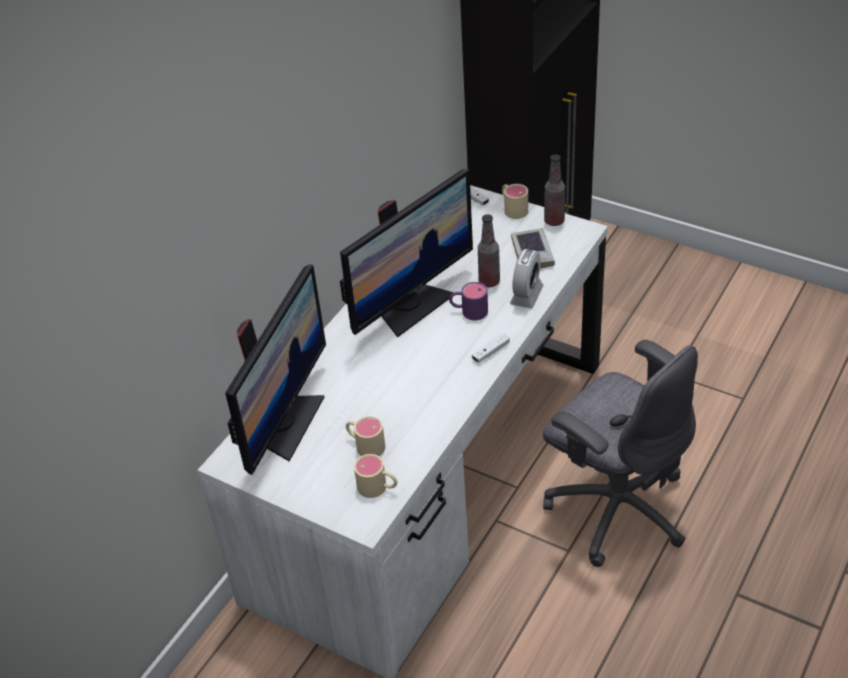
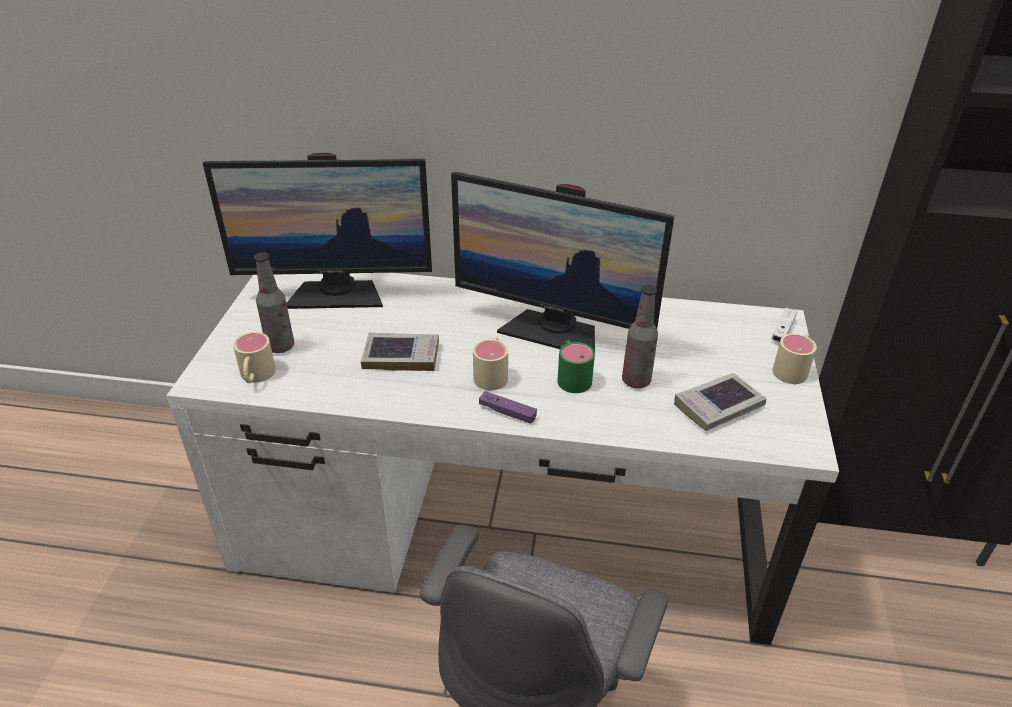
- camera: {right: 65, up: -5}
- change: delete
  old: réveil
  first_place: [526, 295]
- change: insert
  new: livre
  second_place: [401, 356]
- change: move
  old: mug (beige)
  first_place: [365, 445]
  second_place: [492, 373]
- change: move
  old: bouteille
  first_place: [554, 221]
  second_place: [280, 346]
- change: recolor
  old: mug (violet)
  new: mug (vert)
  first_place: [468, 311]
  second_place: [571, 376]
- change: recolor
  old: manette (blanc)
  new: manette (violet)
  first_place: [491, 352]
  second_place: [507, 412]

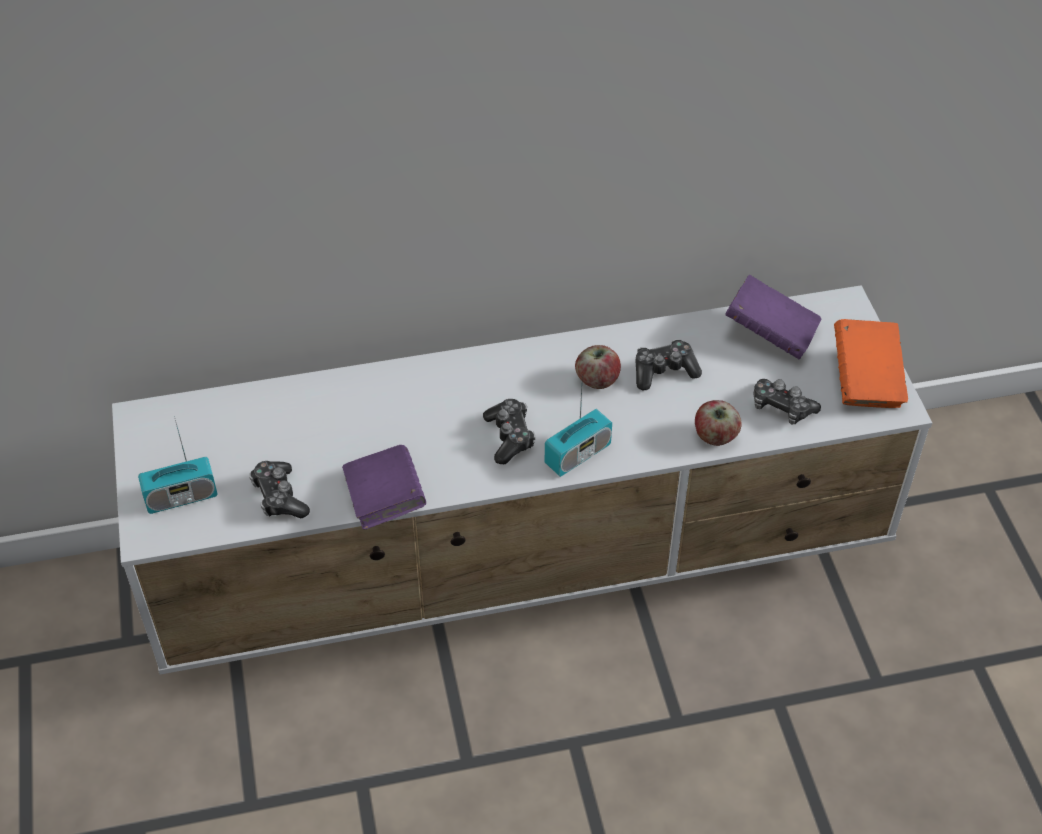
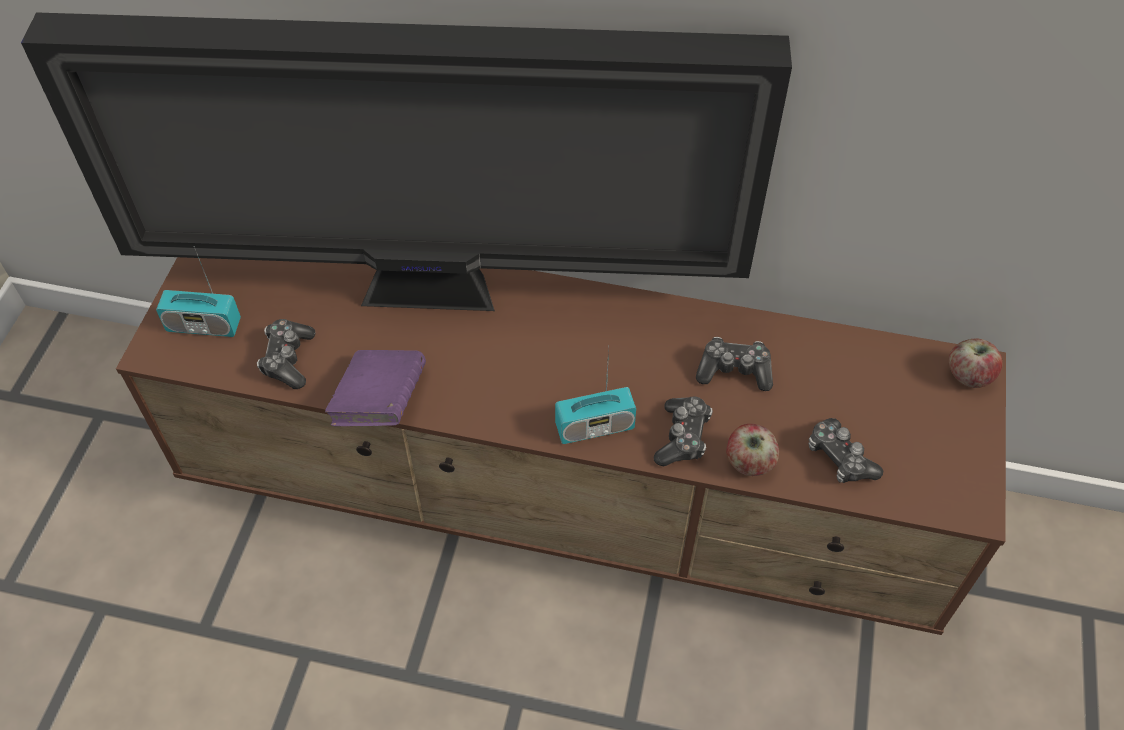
- camera: {right: 25, up: 5}
- change: delete
  old: livre (violet)
  first_place: [770, 334]
- change: delete
  old: livre (orange)
  first_place: [865, 380]
- change: insert
  new: téléviseur
  second_place: [439, 294]
- change: move
  old: manette
  first_place: [509, 437]
  second_place: [682, 437]
- change: move
  old: pomme
  first_place: [597, 380]
  second_place: [969, 375]
- change: recolor
  old: meuble télé (blanc)
  new: meuble télé (marron)
  first_place: [525, 564]
  second_place: [566, 501]

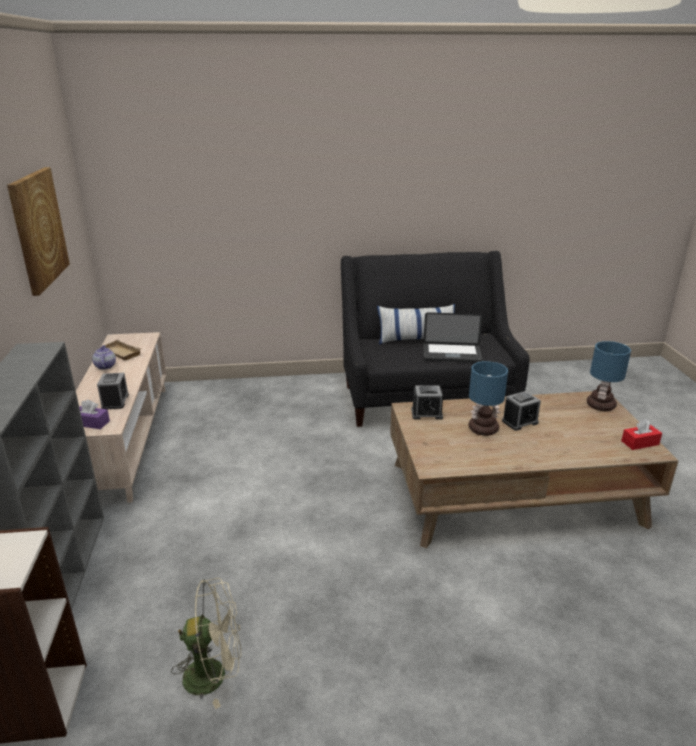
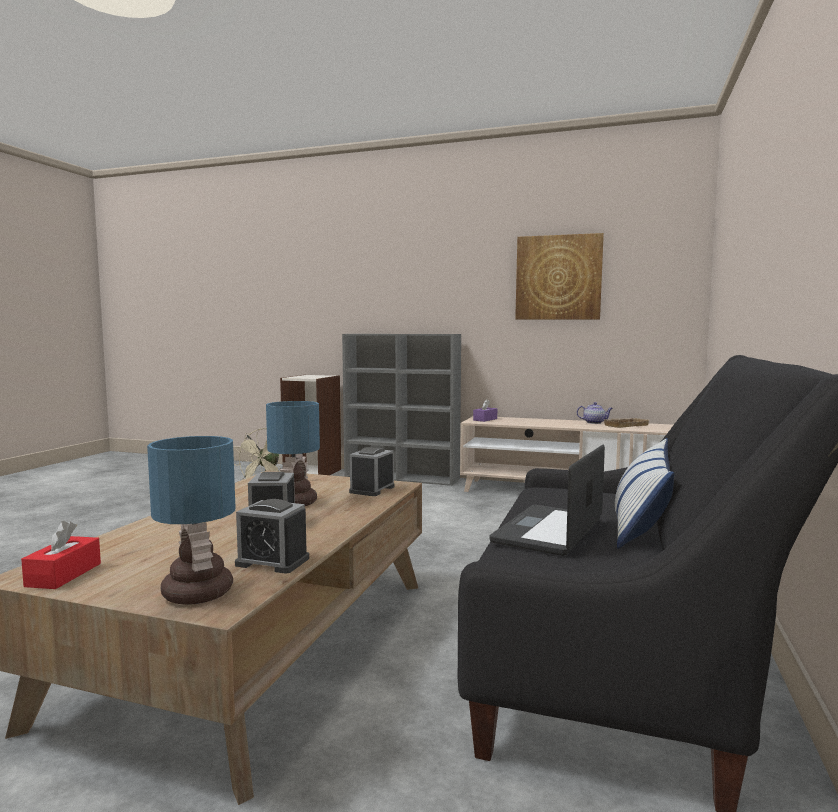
- camera: {right: 115, up: -20}
- change: move
  old: réveil
  first_place: [115, 401]
  second_place: [272, 561]

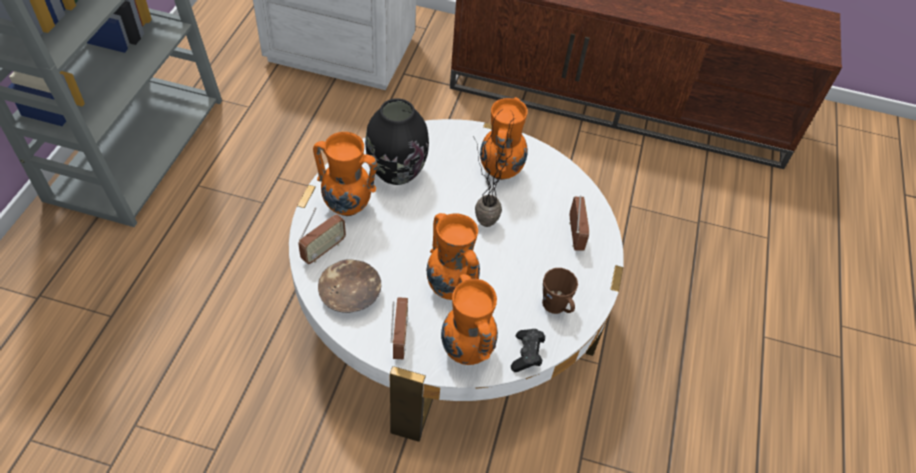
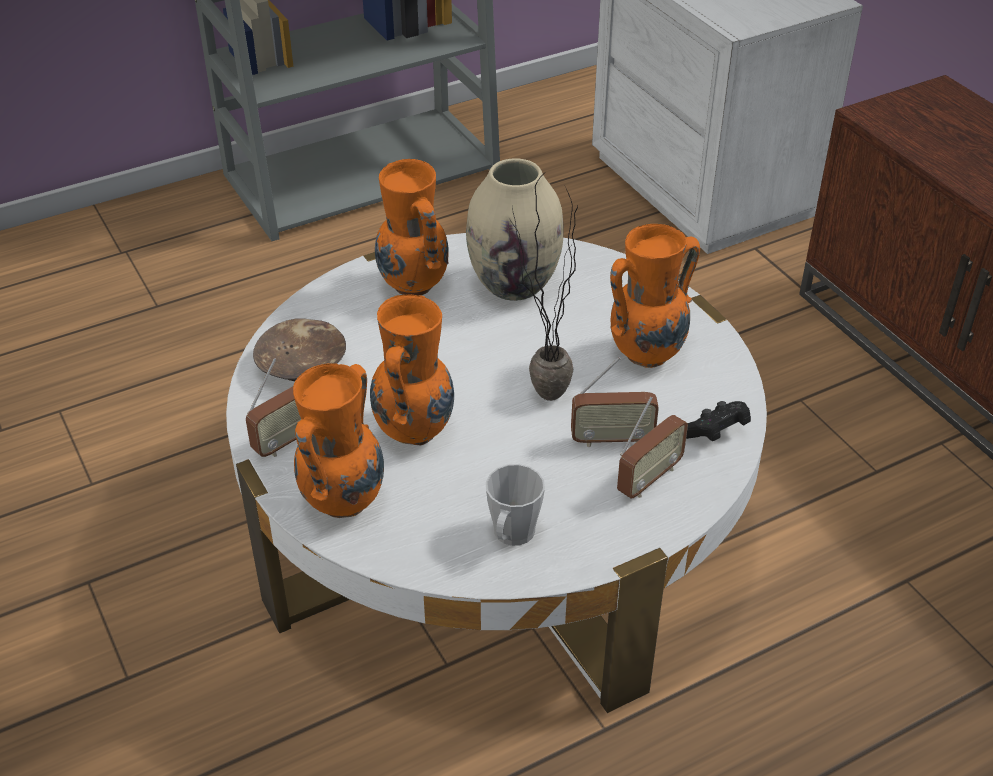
- camera: {right: 50, up: -10}
- change: move
  old: radio
  first_place: [323, 250]
  second_place: [612, 439]
- change: move
  old: manette (noir)
  first_place: [526, 355]
  second_place: [715, 432]
- change: recolor
  old: vase (noir)
  new: vase (beige)
  first_place: [396, 172]
  second_place: [514, 284]
- change: recolor
  old: mug (marron)
  new: mug (gris)
  first_place: [557, 307]
  second_place: [511, 536]

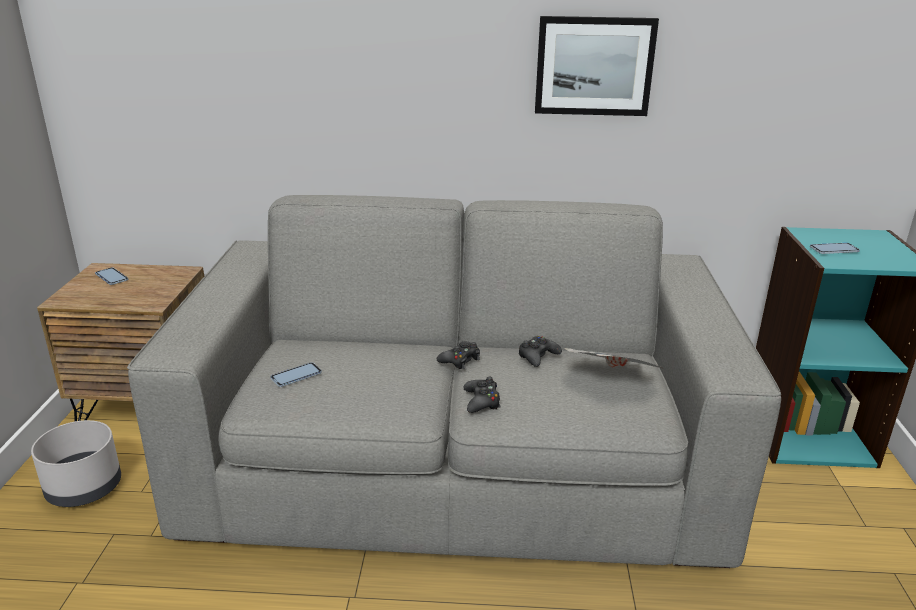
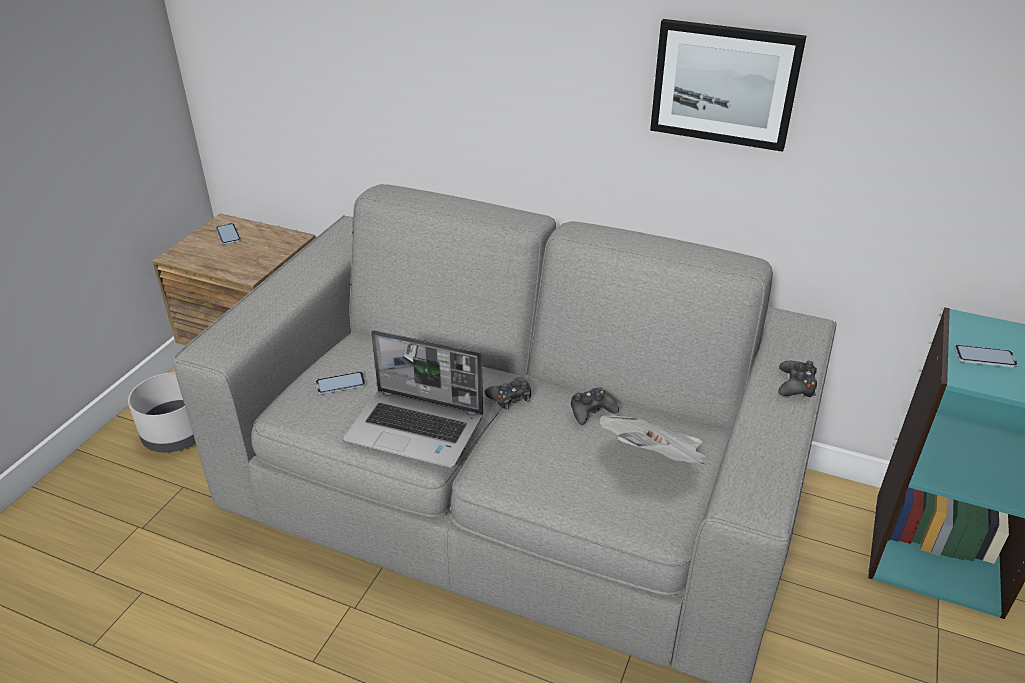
- camera: {right: 20, up: 10}
- change: insert
  new: ordinateur portable
  second_place: [417, 429]
- change: move
  old: manette (noir)
  first_place: [482, 401]
  second_place: [796, 385]

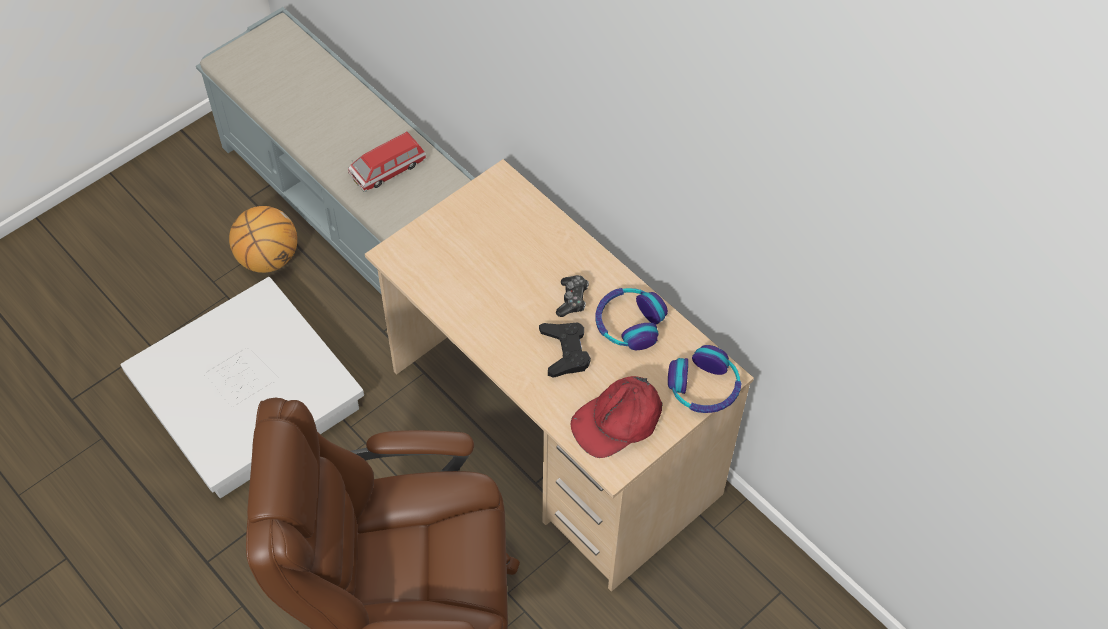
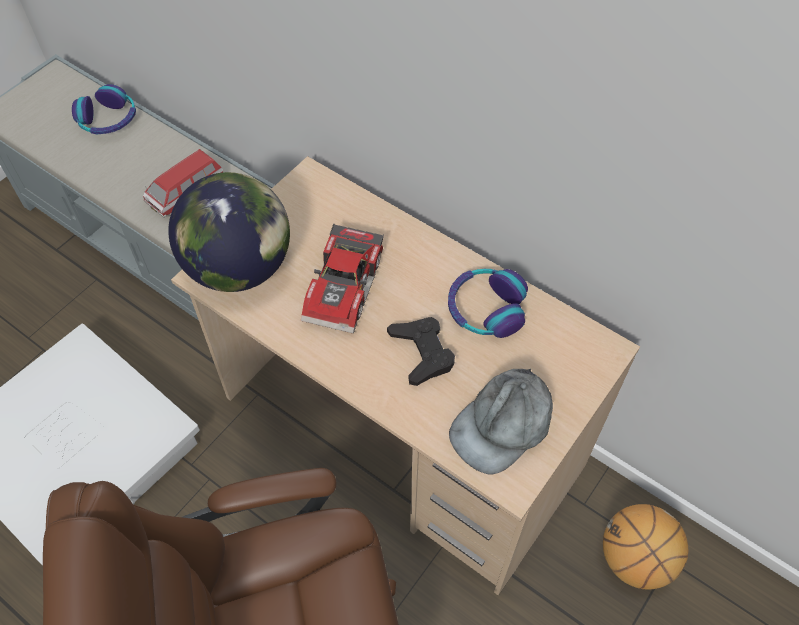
- camera: {right: -10, up: 0}
- change: delete
  old: manette
  first_place: [572, 299]
- change: insert
  new: globe
  second_place: [240, 268]
- change: insert
  new: petite voiture
  second_place: [347, 287]
- change: move
  old: ballon de basket
  first_place: [268, 259]
  second_place: [635, 559]
- change: move
  old: casque audio
  first_place: [704, 388]
  second_place: [108, 120]
- change: recolor
  old: casquette (rouge)
  new: casquette (gris)
  first_place: [618, 421]
  second_place: [502, 424]

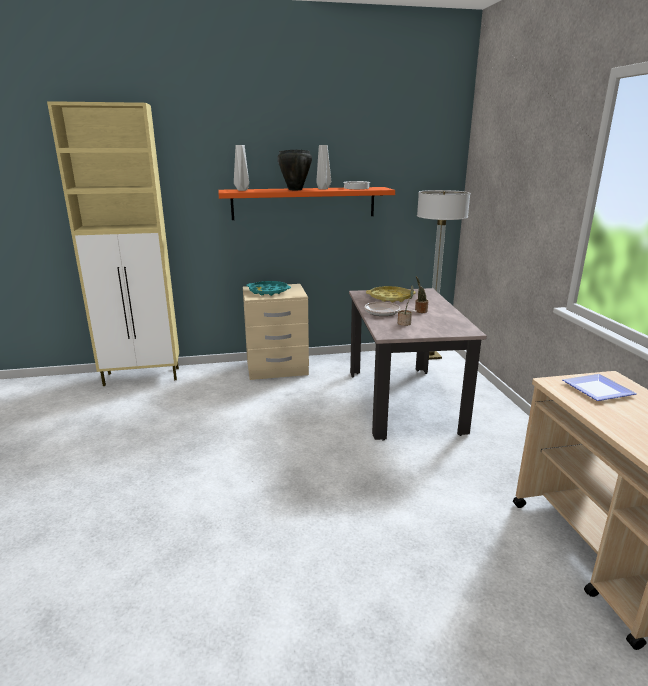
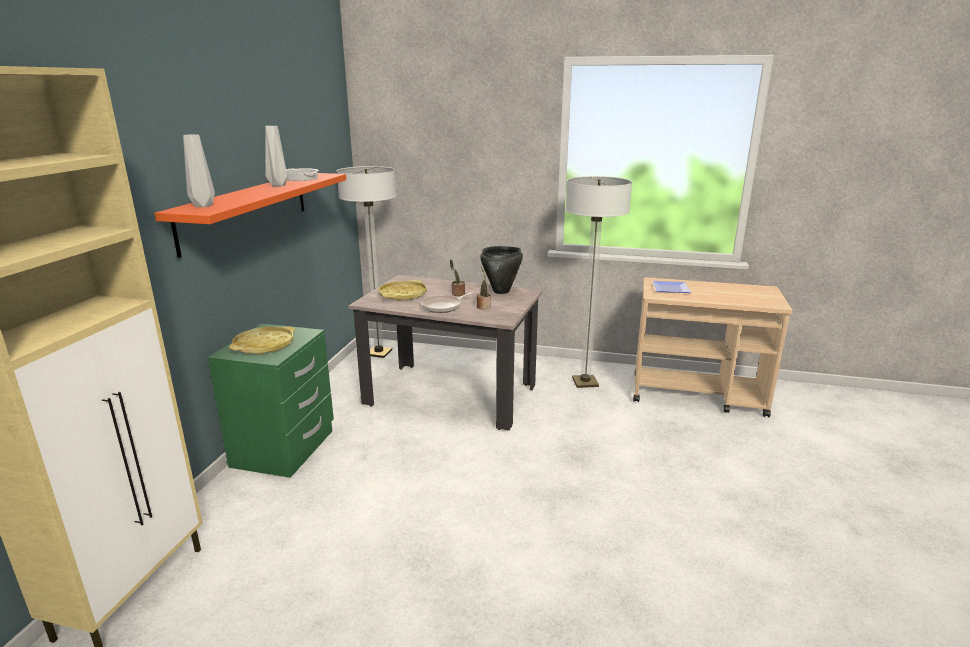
- camera: {right: -65, up: 0}
- change: insert
  new: lampadaire
  second_place: [585, 382]
- change: move
  old: marmite (noir)
  first_place: [295, 189]
  second_place: [501, 291]
- change: recolor
  old: table de chevet (beige)
  new: table de chevet (vert)
  first_place: [277, 368]
  second_place: [285, 449]
- change: recolor
  old: plateau (turquoise)
  new: plateau (jaune)
  first_place: [268, 291]
  second_place: [264, 345]

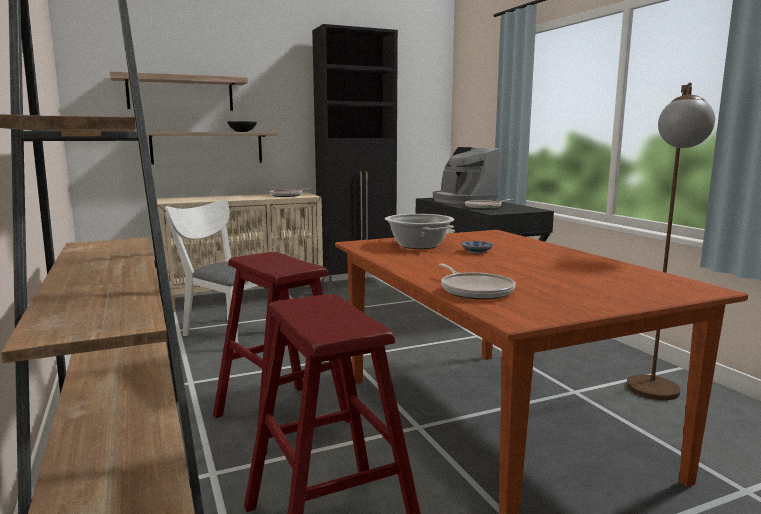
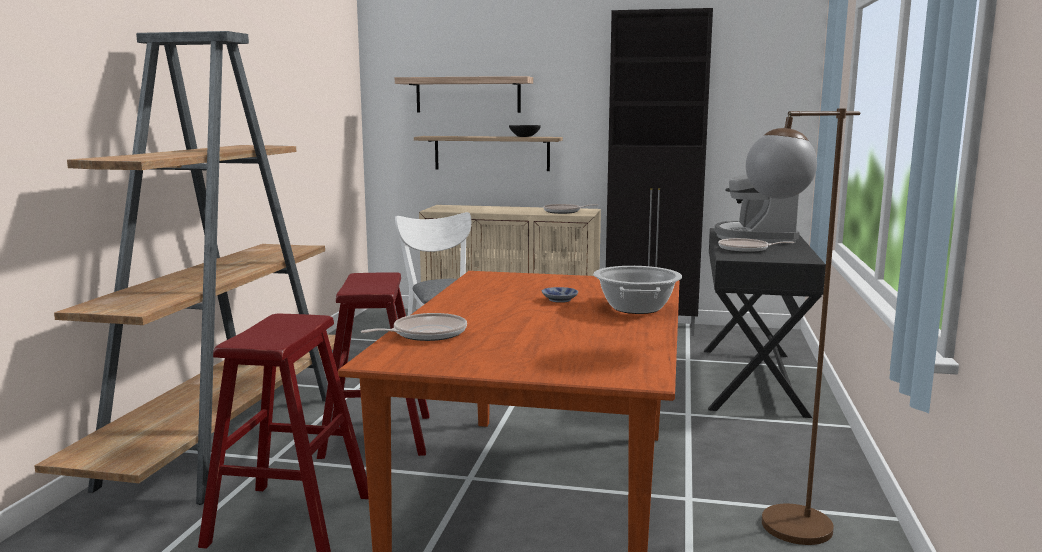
- camera: {right: 35, up: 0}
- change: move
  old: marmite
  first_place: [419, 245]
  second_place: [636, 308]
- change: rotate
  old: poêle
  first_place: [475, 290]
  second_place: [426, 334]
  degrees: -135

